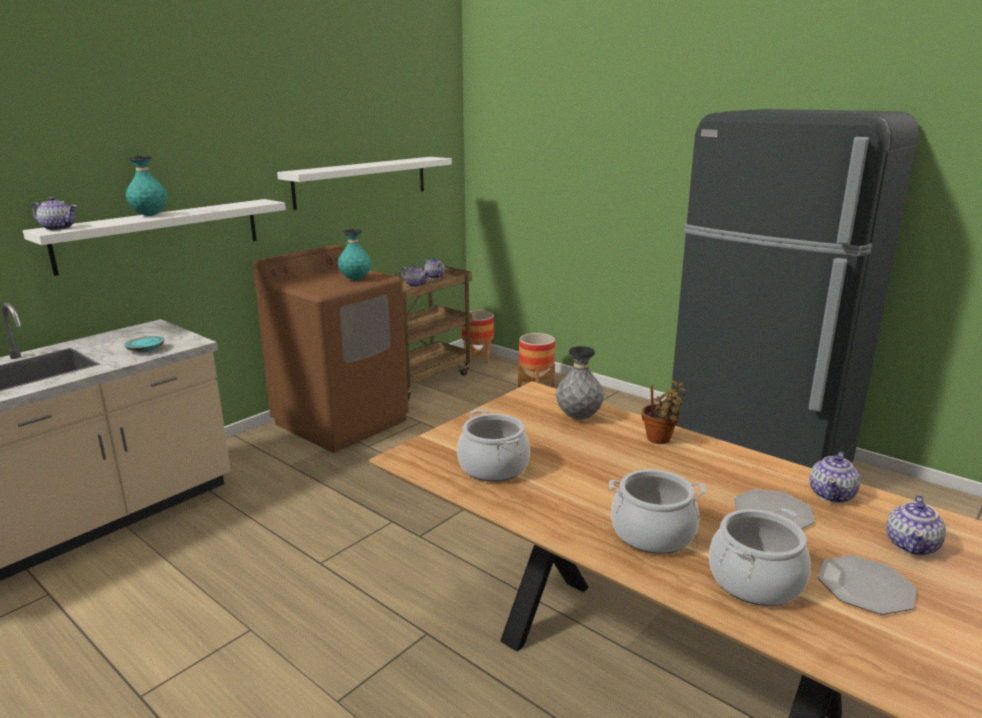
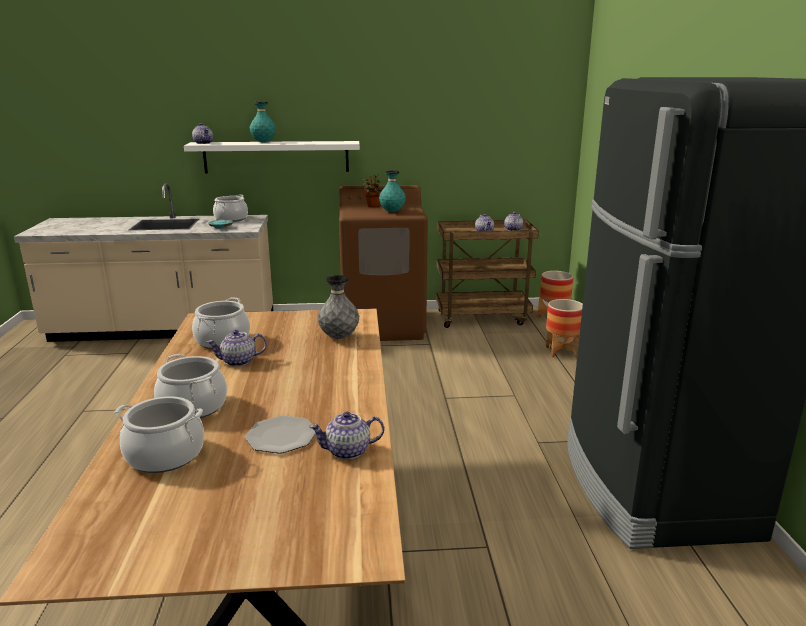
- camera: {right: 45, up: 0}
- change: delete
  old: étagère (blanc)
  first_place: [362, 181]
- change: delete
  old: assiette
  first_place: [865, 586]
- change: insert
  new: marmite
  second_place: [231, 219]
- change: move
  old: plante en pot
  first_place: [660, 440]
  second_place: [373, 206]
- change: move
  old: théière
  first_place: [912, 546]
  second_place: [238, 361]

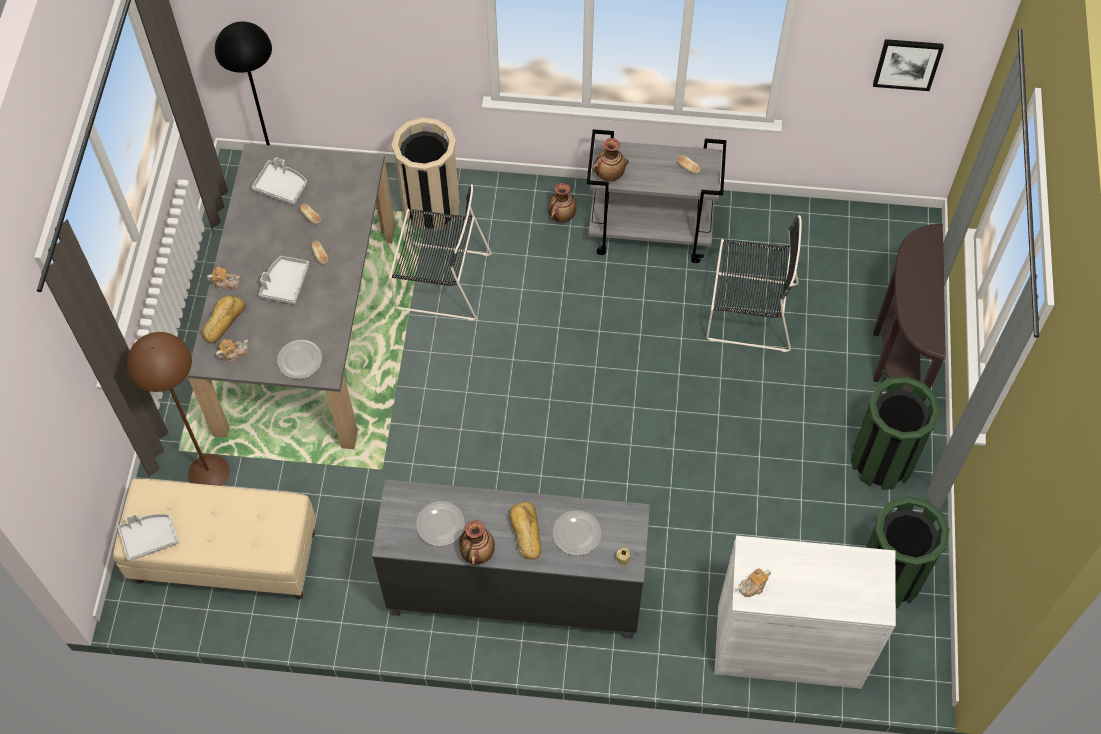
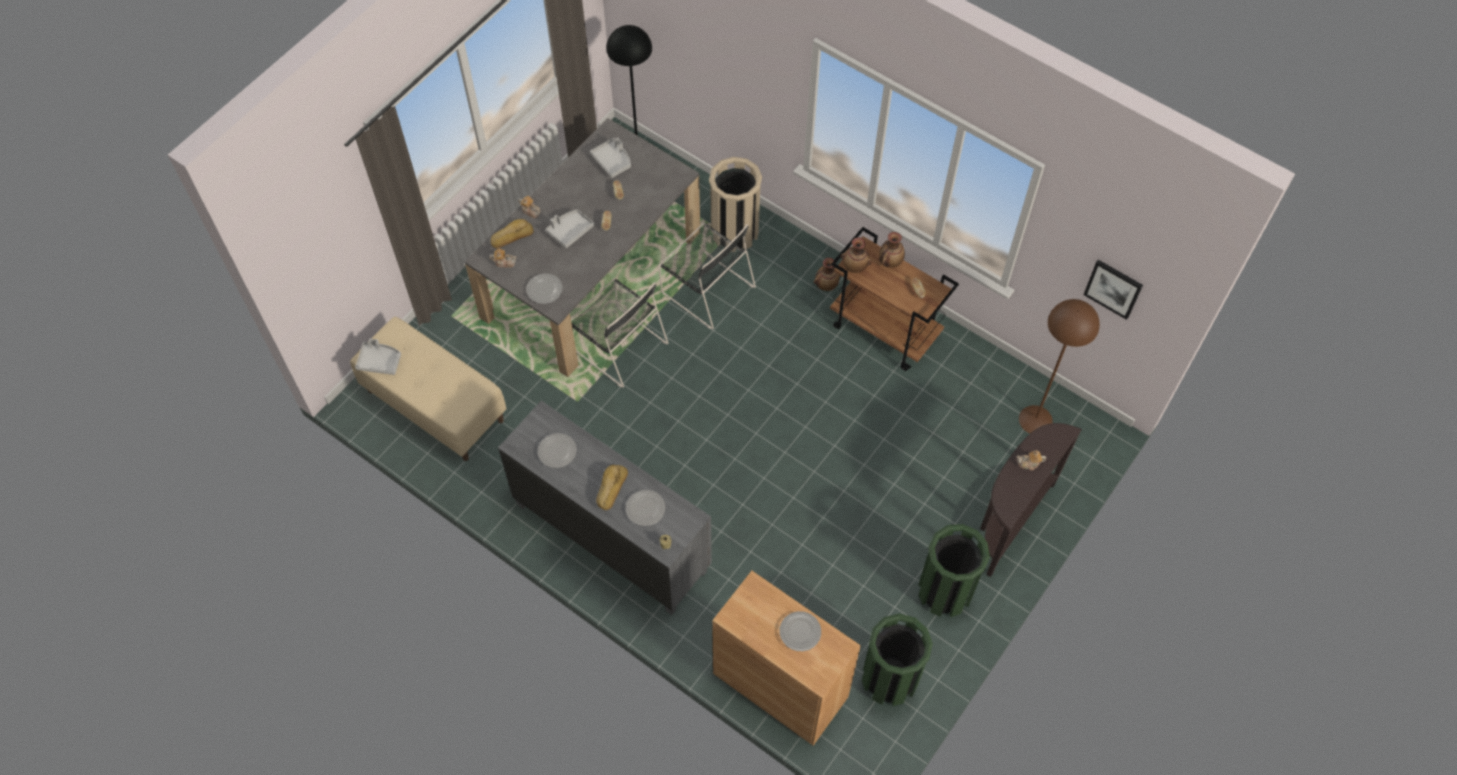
- camera: {right: 30, up: 0}
- change: insert
  new: assiette
  second_place: [799, 632]
- change: move
  old: lampadaire (marron)
  first_place: [209, 472]
  second_place: [1036, 420]
- change: move
  old: vase
  first_place: [477, 552]
  second_place: [890, 261]
- change: move
  old: chaise (noir)
  first_place: [748, 311]
  second_place: [617, 344]
- change: move
  old: théière
  first_place: [753, 586]
  second_place: [1029, 463]
- change: recolor
  old: chariot (gris)
  new: chariot (marron)
  first_place: [651, 232]
  second_place: [885, 330]
- change: recolor
  old: meuble de rangement (blanc)
  new: meuble de rangement (marron)
  first_place: [788, 646]
  second_place: [780, 685]

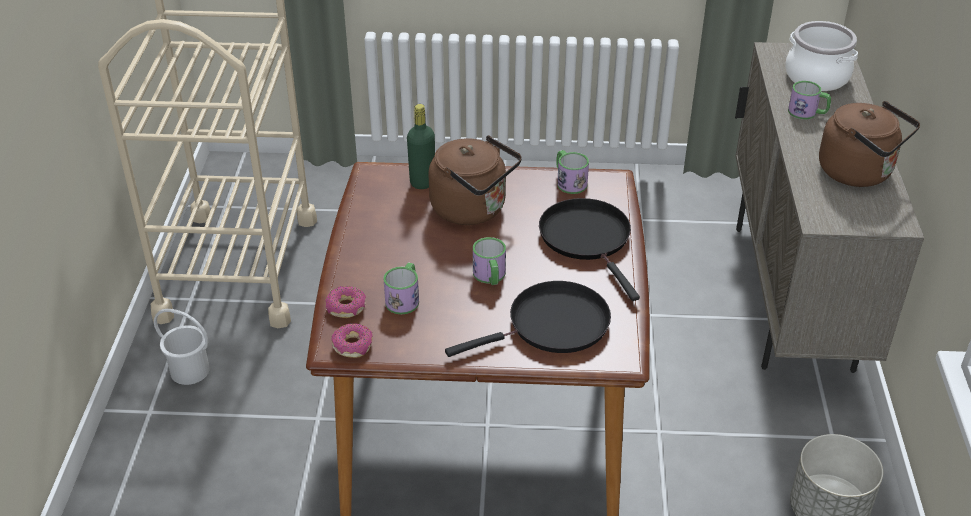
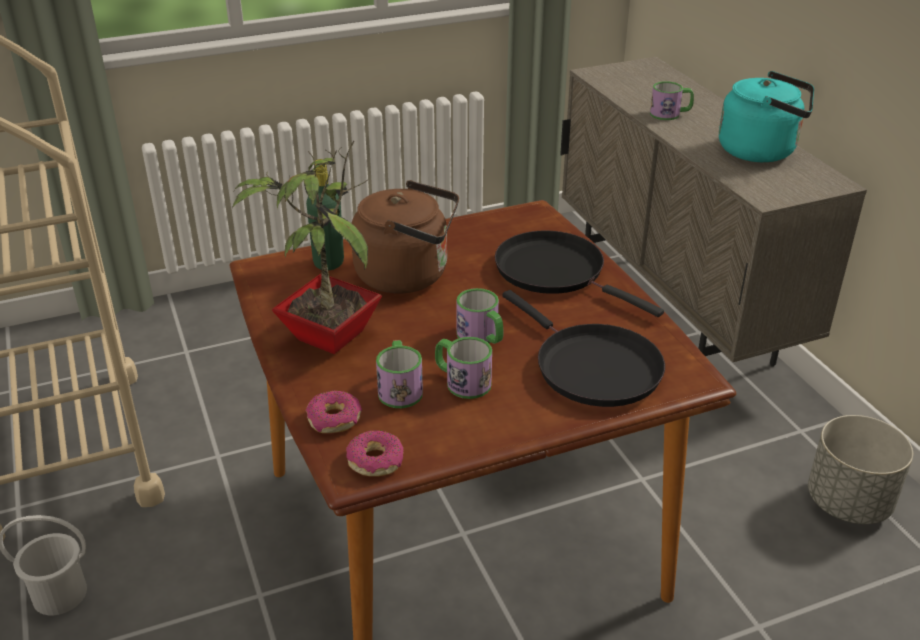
- camera: {right: -25, up: -5}
- change: delete
  old: marmite
  first_place: [816, 77]
- change: insert
  new: plante en pot
  second_place: [327, 335]
- change: move
  old: mug
  first_place: [569, 181]
  second_place: [462, 381]
- change: recolor
  old: bouilloire (marron)
  new: bouilloire (turquoise)
  first_place: [859, 173]
  second_place: [761, 151]
- change: rotate
  old: poêle (noir)
  first_place: [552, 325]
  second_place: [592, 367]
  degrees: 105

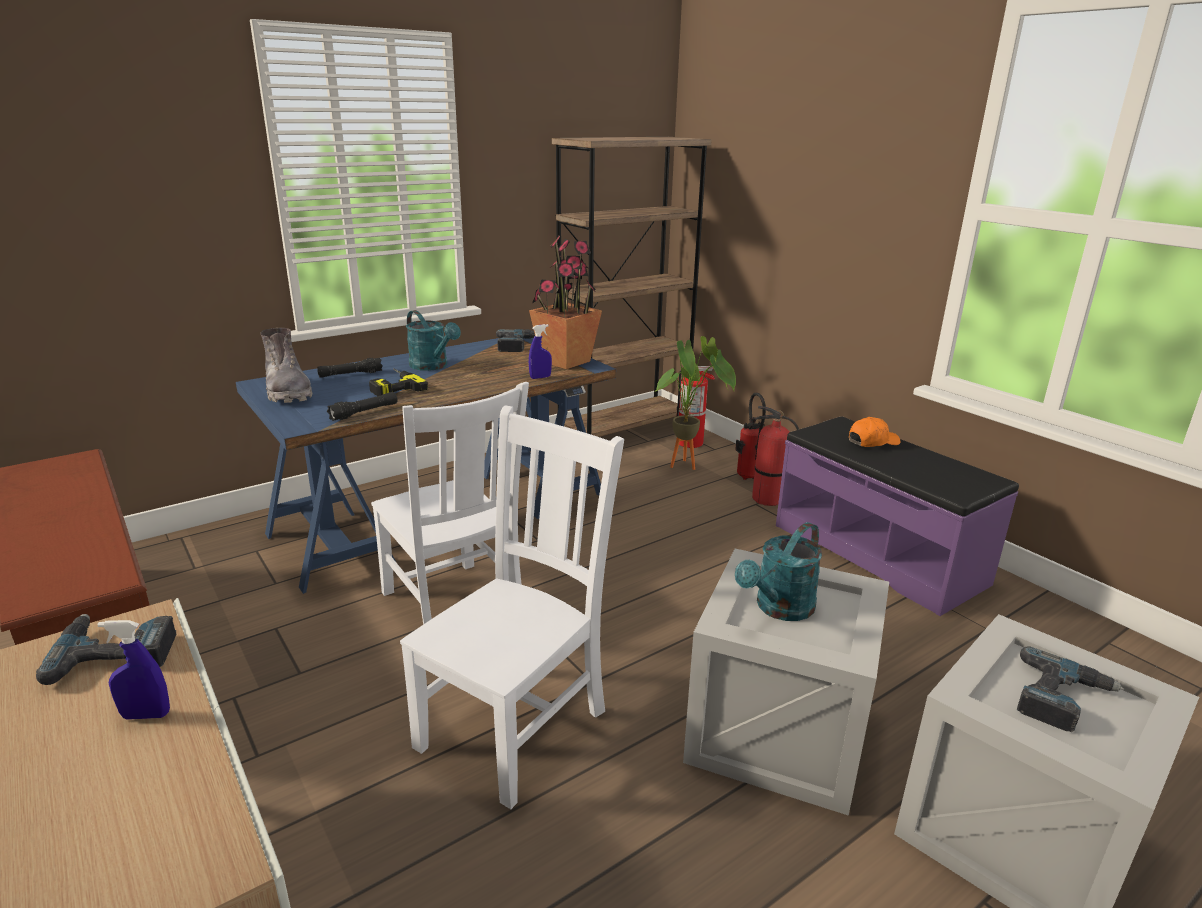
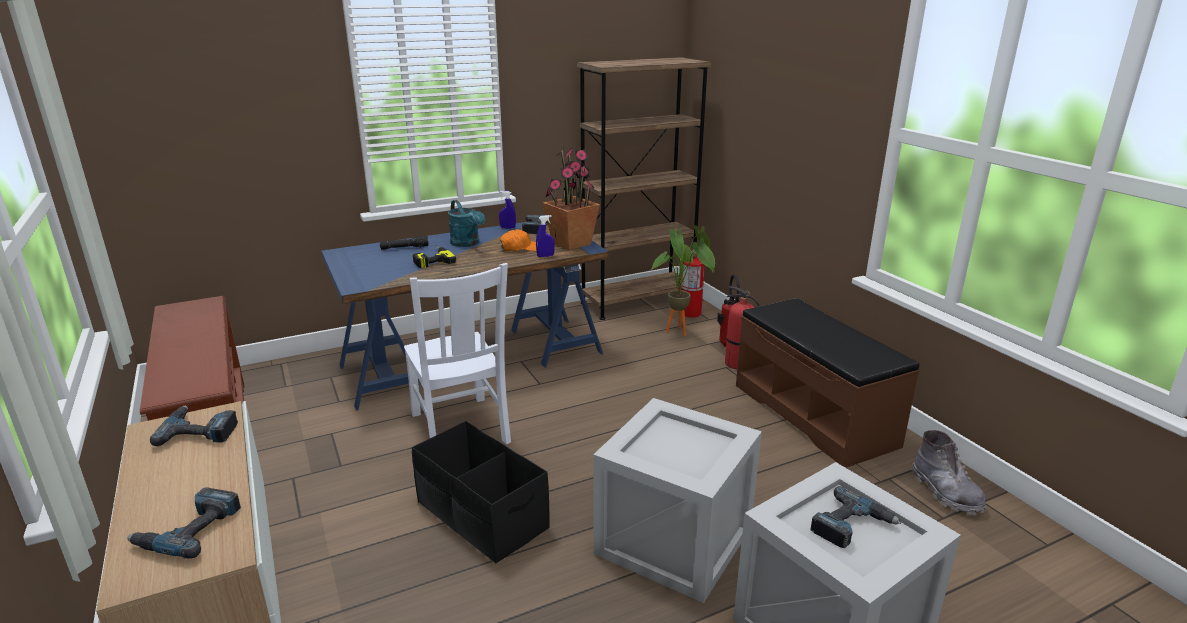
- camera: {right: 10, up: 0}
- change: delete
  old: lampe de poche (noir)
  first_place: [364, 412]
- change: delete
  old: arrosoir (turquoise)
  first_place: [779, 609]
- change: insert
  new: perceuse
  second_place: [189, 530]
- change: move
  old: vaporisateur (bleu)
  first_place: [146, 715]
  second_place: [507, 228]
- change: move
  old: botte (gris)
  first_place: [288, 392]
  second_place: [945, 492]
- change: move
  old: casquette (orange)
  first_place: [872, 441]
  second_place: [520, 248]
- change: replace
  old: chaise (blanc)
  new: boîte de rangement (noir)
  first_place: [517, 725]
  second_place: [481, 516]
- change: recolor
  old: banc (violet)
  new: banc (marron)
  first_place: [878, 553]
  second_place: [814, 414]

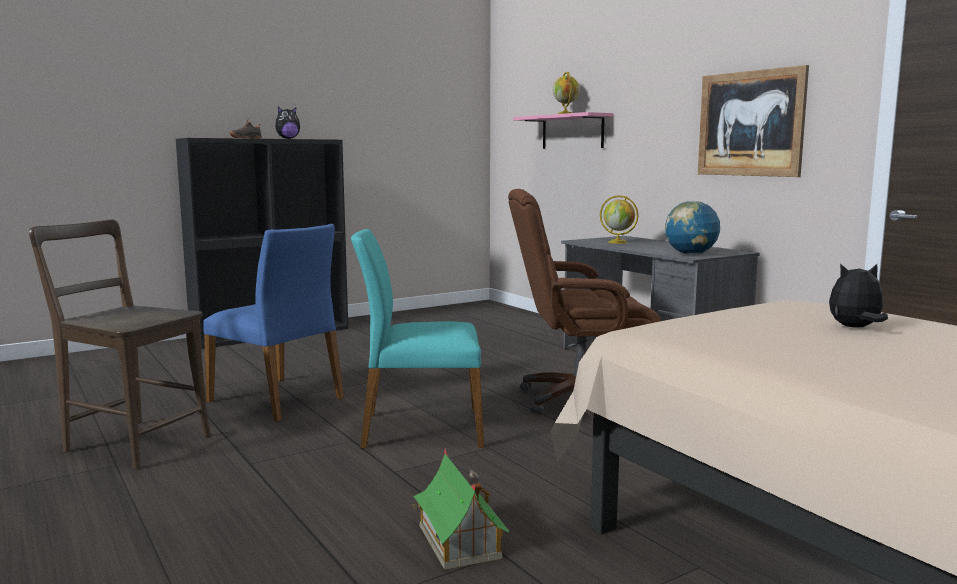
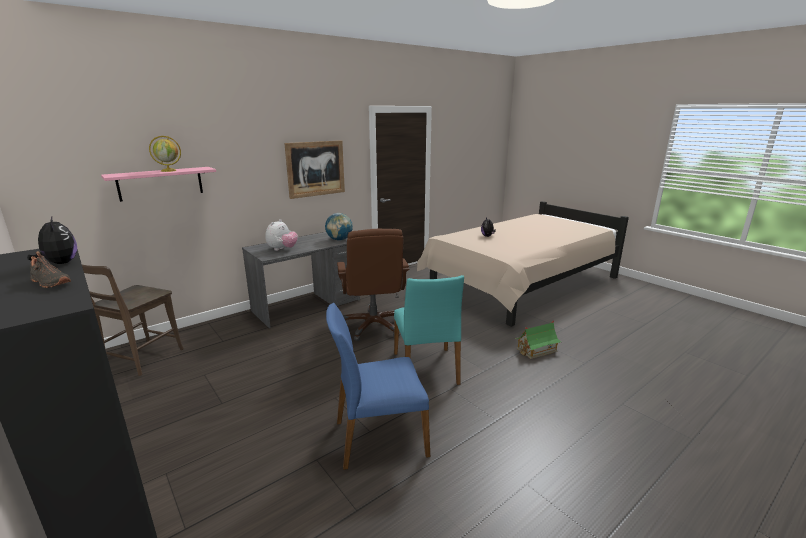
- camera: {right: -95, up: 10}
- change: move
  old: chaise (marron)
  first_place: [133, 442]
  second_place: [141, 359]
- change: replace
  old: globe
  new: peluche
  first_place: [618, 242]
  second_place: [282, 249]
- change: rotate
  old: chaise (bleu)
  first_place: [278, 399]
  second_place: [379, 437]
  degrees: -135

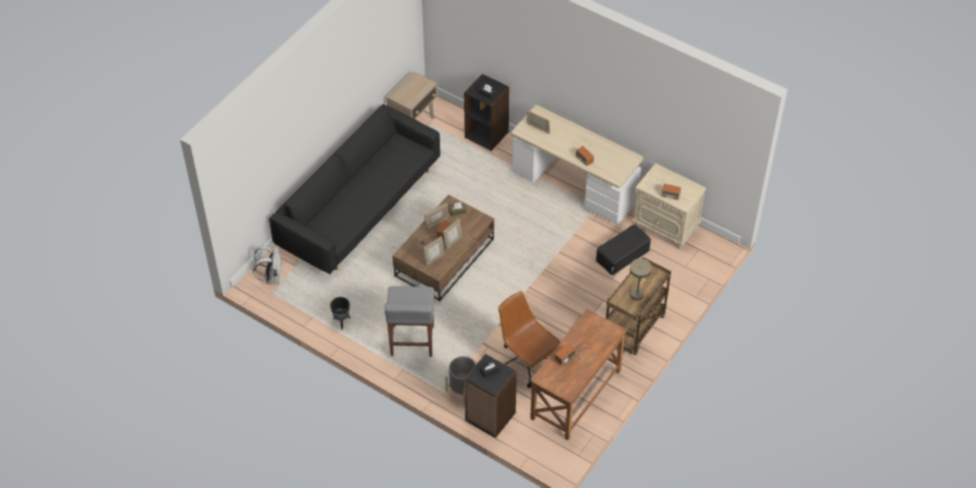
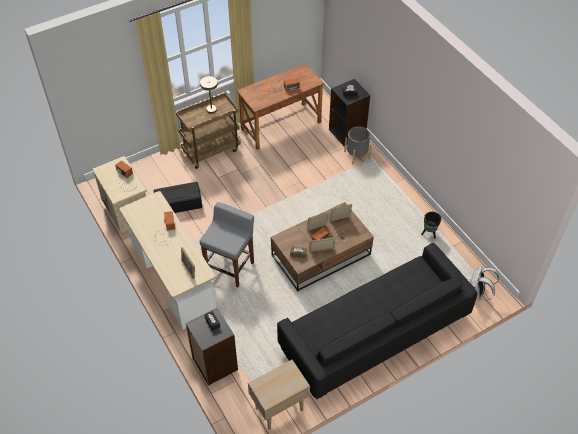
- camera: {right: -155, up: 0}
- change: delete
  old: chaise de bureau (marron)
  first_place: [526, 364]
- change: move
  old: tabouret (gris)
  first_place: [412, 341]
  second_place: [230, 267]

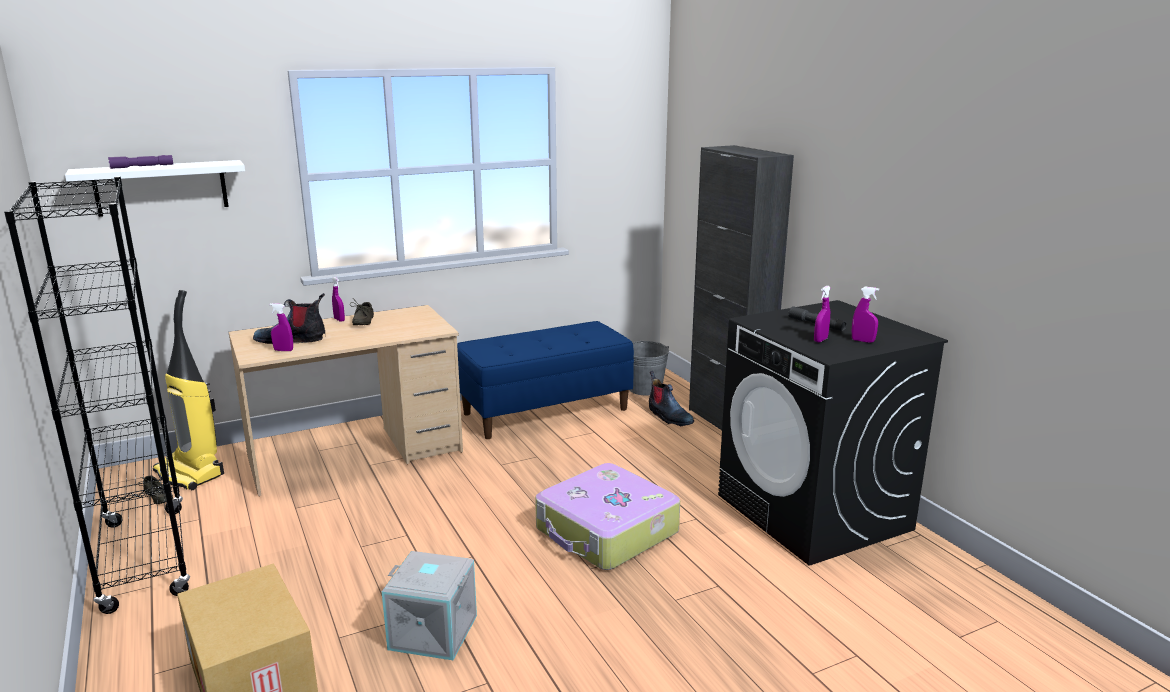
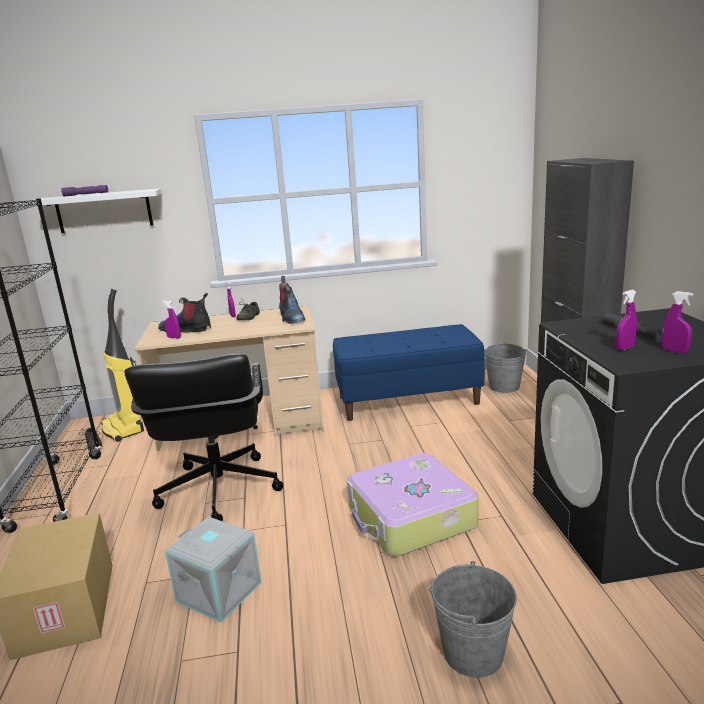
- camera: {right: 20, up: 0}
- change: insert
  new: chaise de bureau (noir)
  second_place: [218, 490]
- change: insert
  new: seau (gris)
  second_place: [473, 652]
- change: move
  old: botte
  first_place: [668, 417]
  second_place: [291, 318]

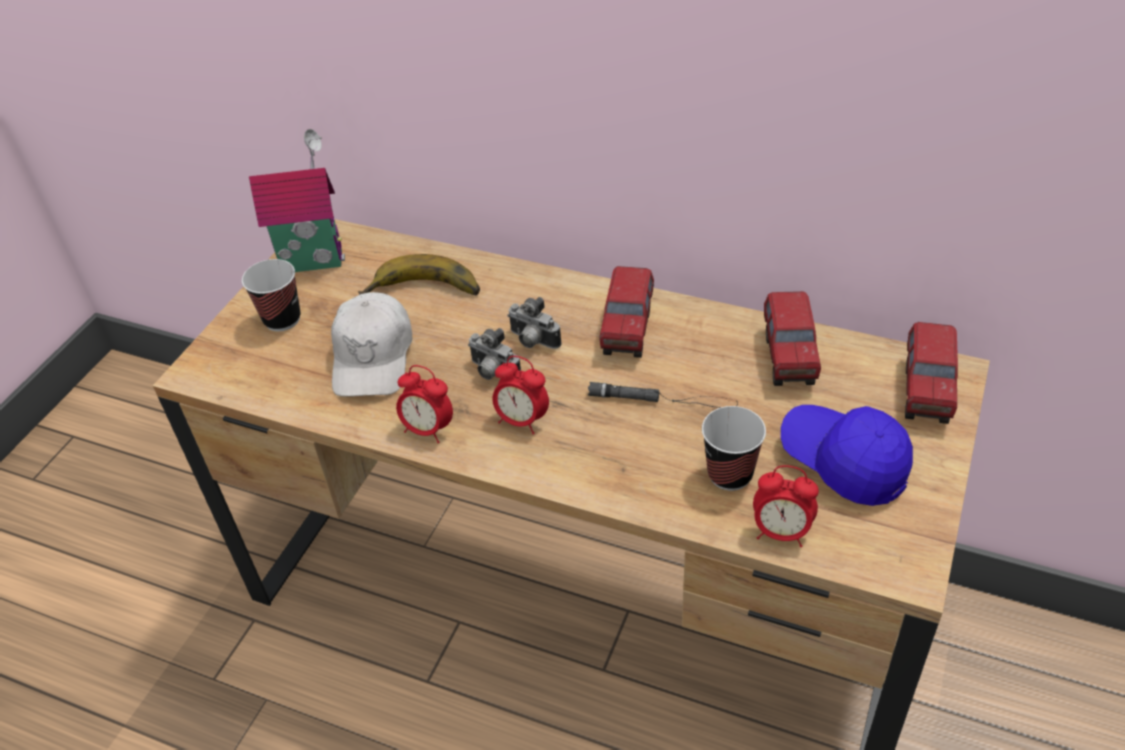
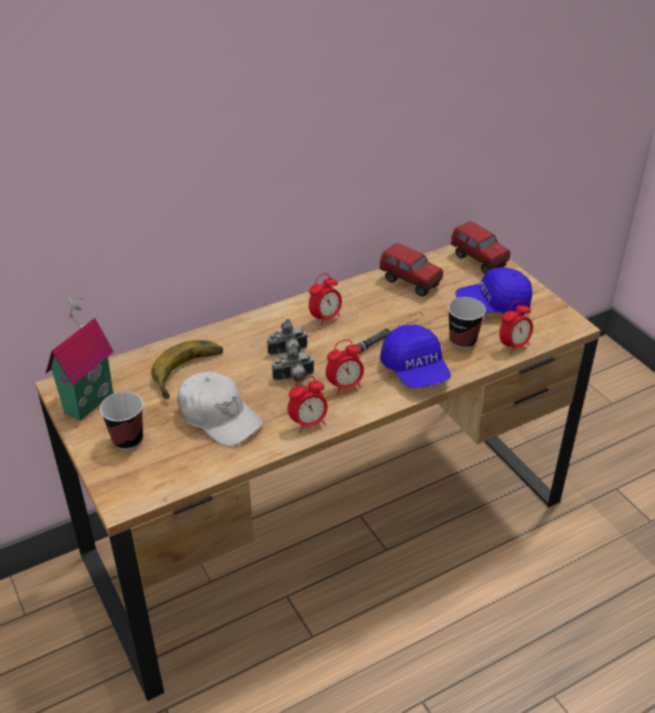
- camera: {right: -55, up: -5}
- change: insert
  new: casquette (bleu)
  second_place: [415, 371]
- change: replace
  old: camion jouet
  new: réveil
  first_place: [628, 331]
  second_place: [325, 318]

